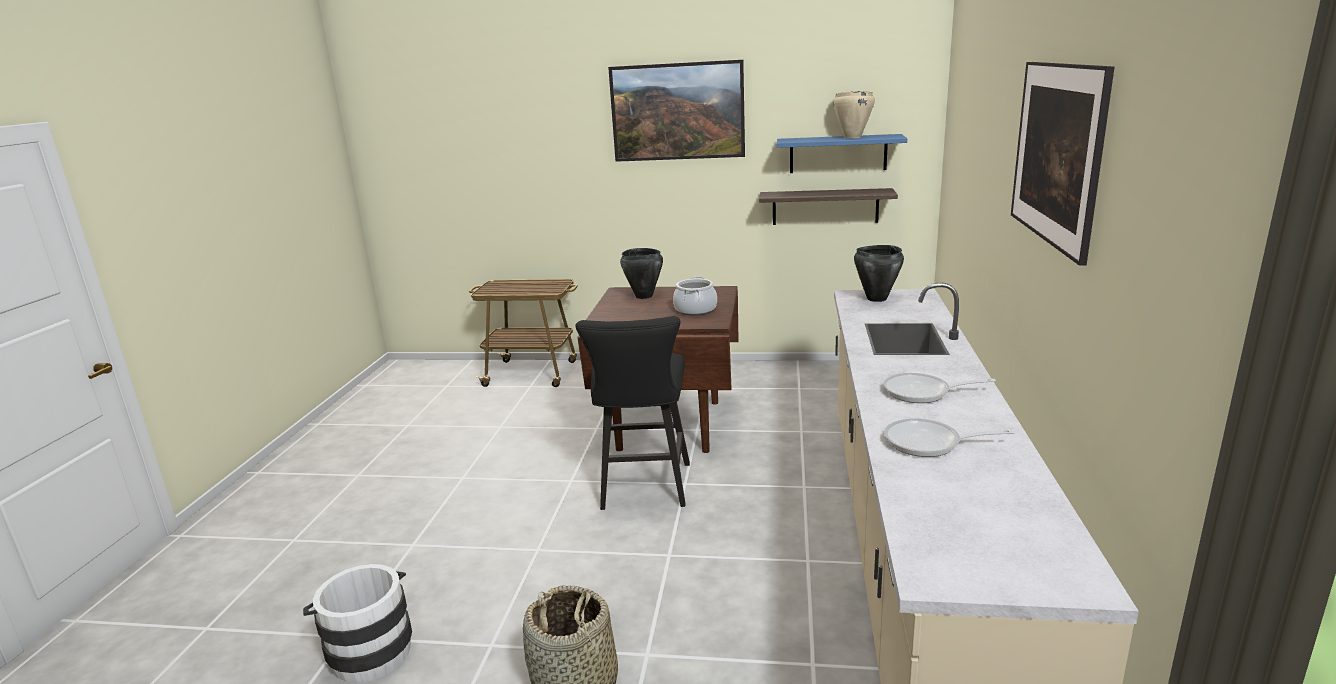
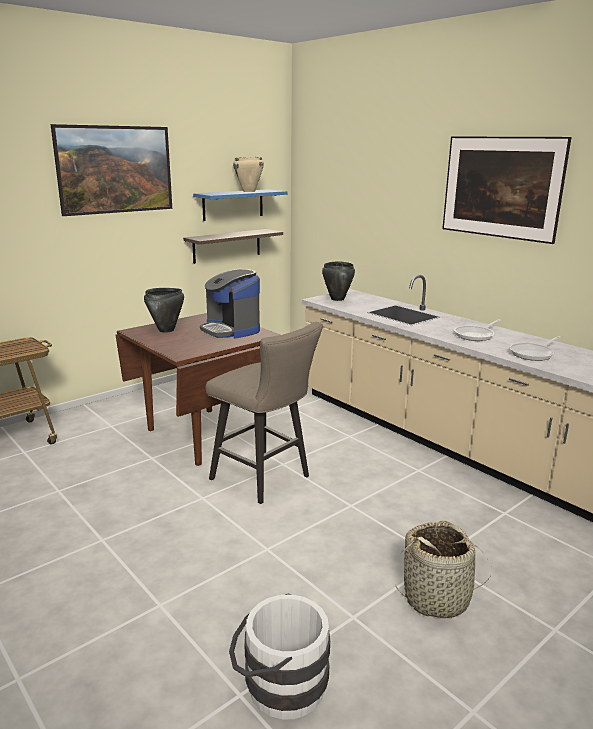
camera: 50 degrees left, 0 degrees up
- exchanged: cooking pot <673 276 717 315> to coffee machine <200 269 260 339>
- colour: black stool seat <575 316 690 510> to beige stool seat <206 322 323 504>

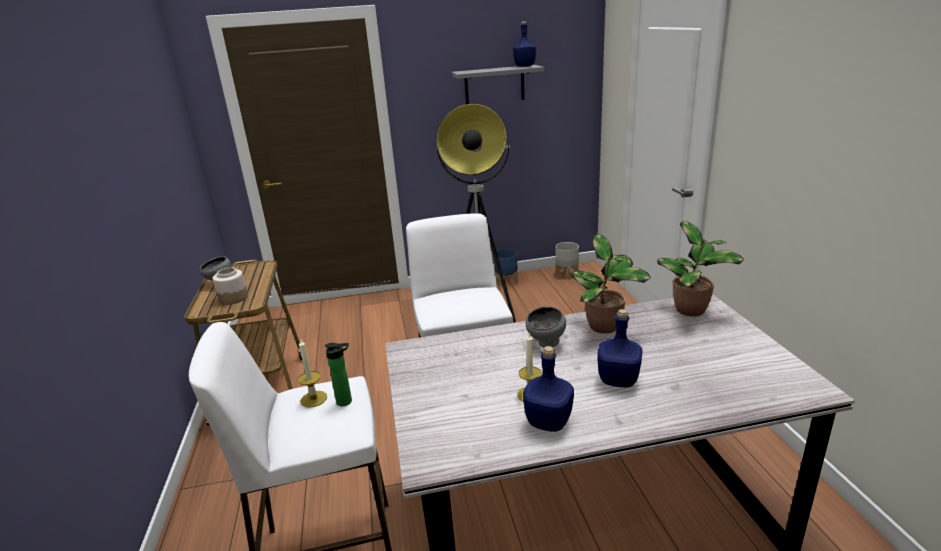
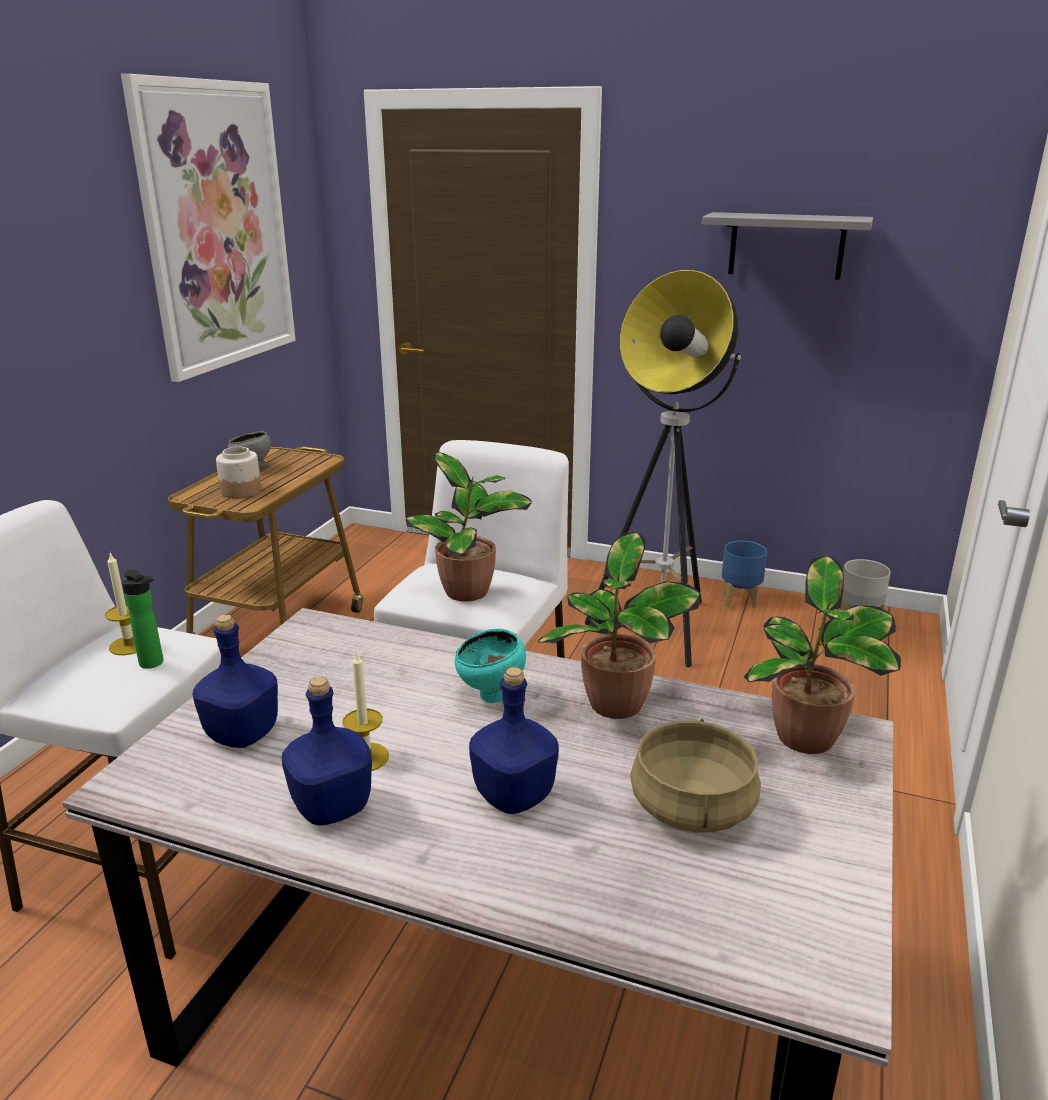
camera: 30 degrees right, 0 degrees up
- appeared: picture <121 74 296 382>
- relocated: blue bottle <513 21 536 67> to <192 615 278 748>
- appeared: plant in a pot <406 452 532 602>
- colour: greyish serving bowl <526 306 566 348> to turquoise-coloured serving bowl <455 629 526 703>
- appeared: beige cooking pot <630 719 761 832>

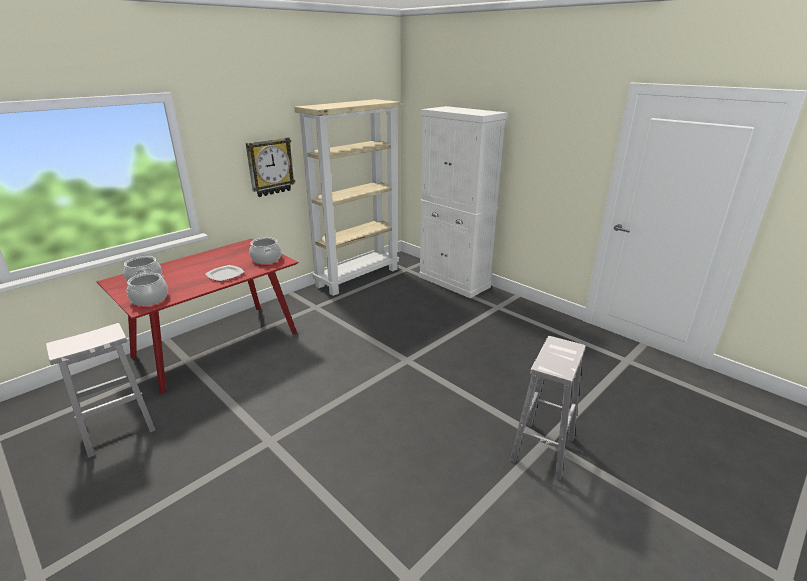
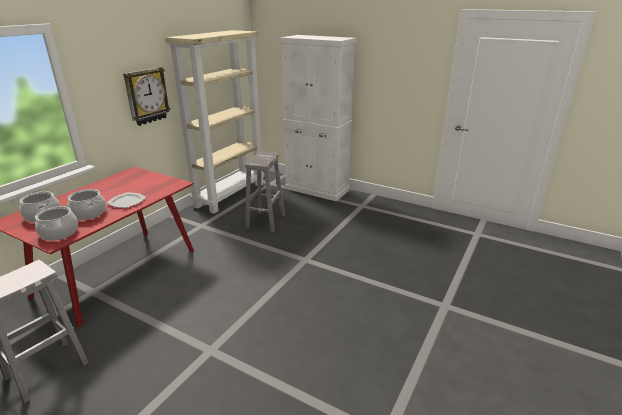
camera: 15 degrees left, 0 degrees up
- relocated: cooking pot <249 237 281 264> to <68 189 106 220>
- relocated: white stool seat <510 336 586 480> to <245 151 285 232>

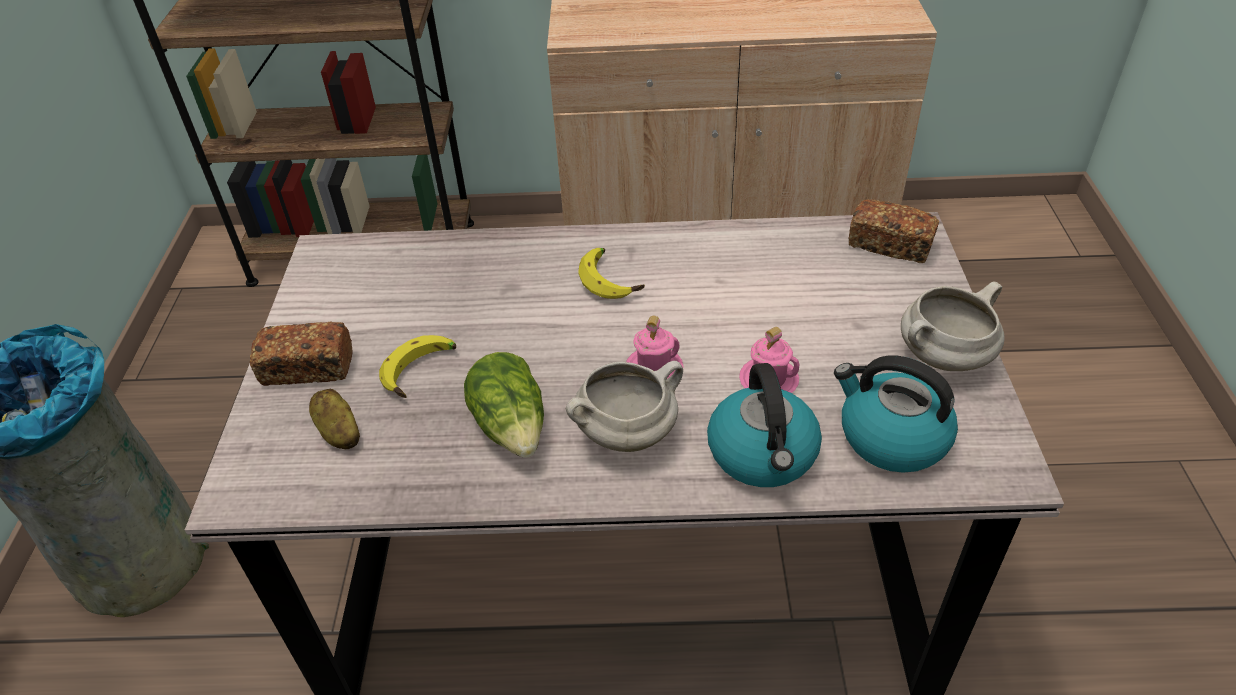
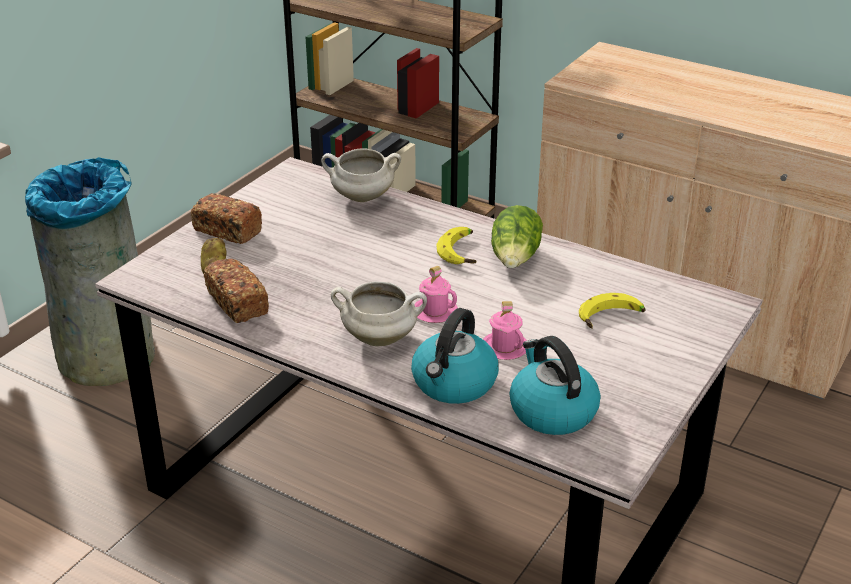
camera: 30 degrees right, 10 degrees down
- relocated: bread <848 199 939 263> to <204 259 269 323>
- relocated: white cooking pot <901 282 1005 371> to <321 148 401 202>
- relocated: head of lettuce <464 352 544 458> to <491 205 543 268>
- relocated: whole banana <379 335 456 398> to <579 293 645 329>

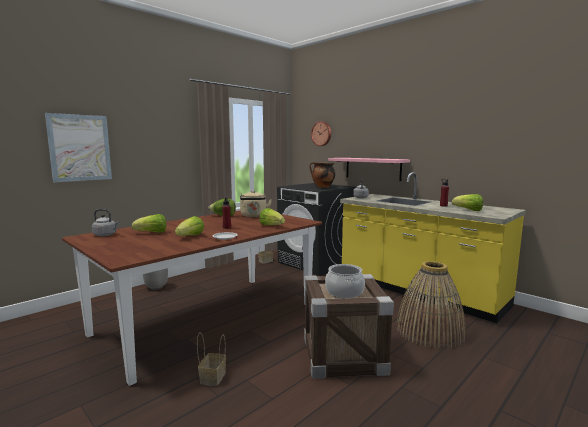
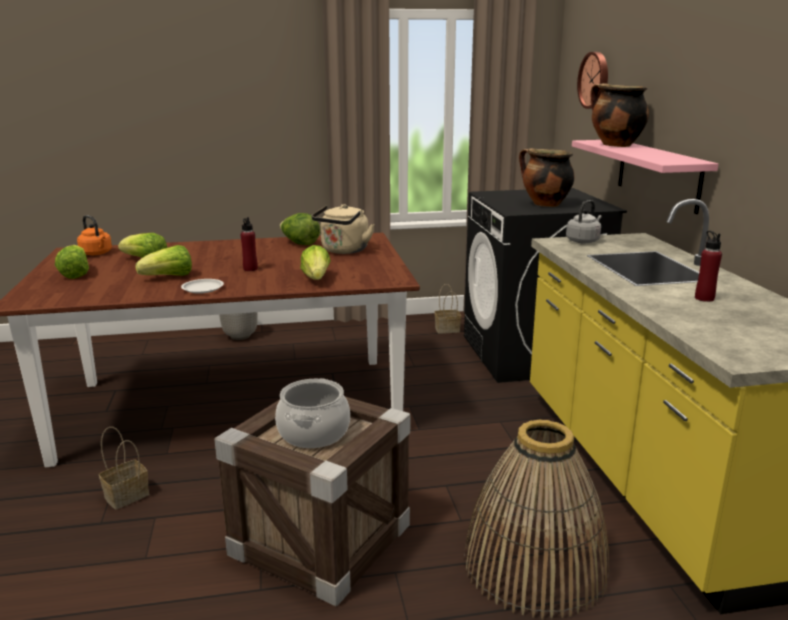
camera: 35 degrees right, 10 degrees up
- relocated: head of lettuce <452 194 483 211> to <55 245 89 279>
- colour: greyish tea kettle <92 209 120 236> to orange tea kettle <77 215 112 255>
- appeared: cooking pot <590 83 649 147>
- missing: picture <45 113 112 182>

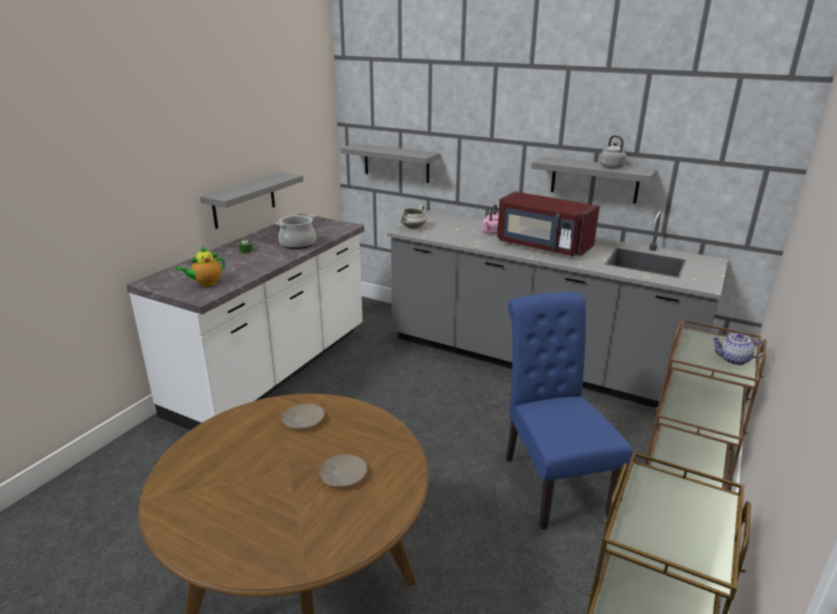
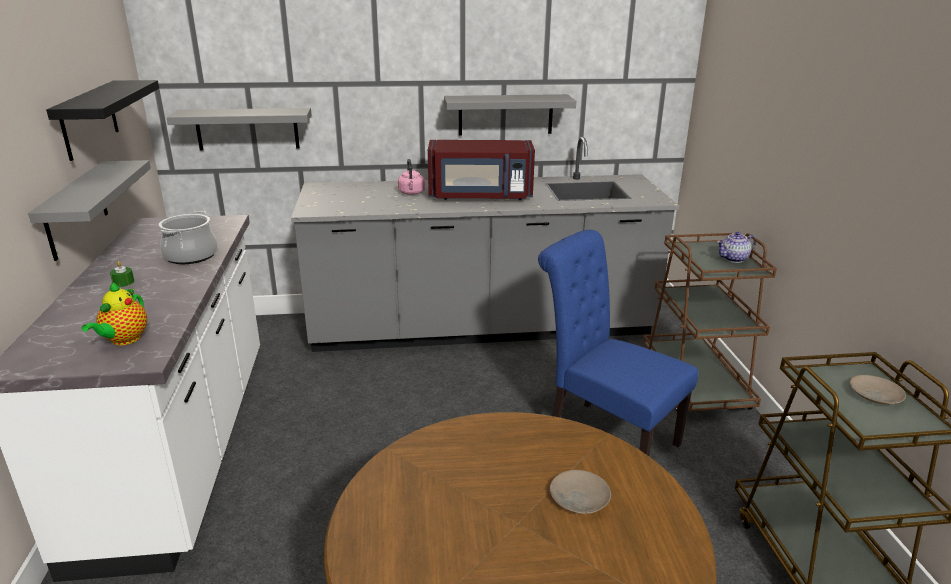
camera: 35 degrees left, 0 degrees up
- appeared: black bracket shelf <46 80 159 161>
- relocated: beige flat dish <282 403 324 429> to <850 375 906 404>
- missing: white cooking pot <399 205 427 229>
- missing: greyish tea kettle <600 135 626 168>

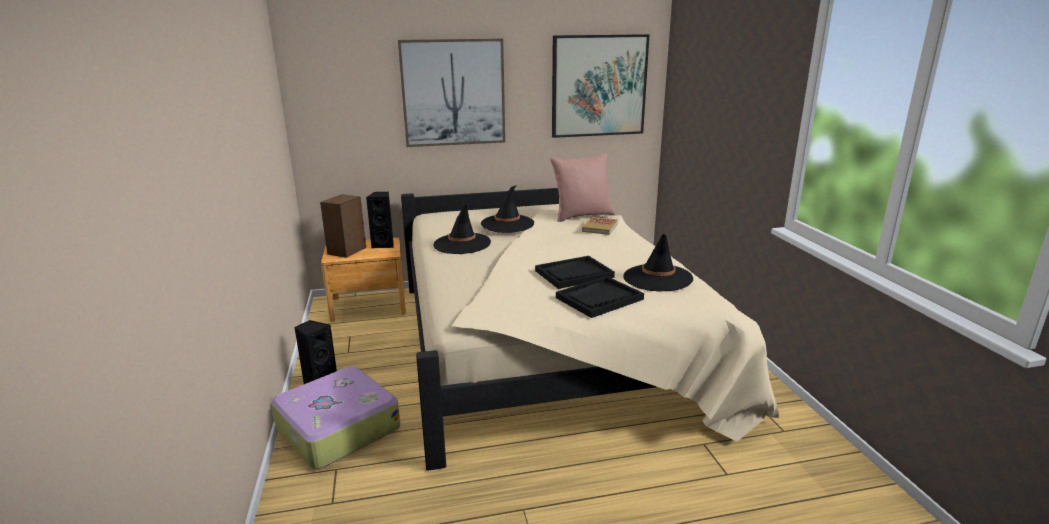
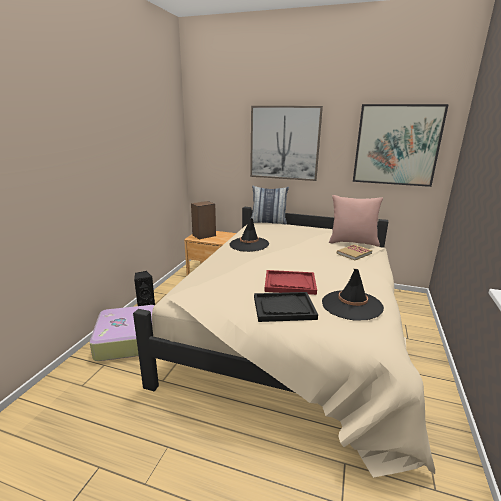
camera: 30 degrees right, 0 degrees up
- appeared: cushion <251 186 289 225>
- colour: black serving tray <535 256 615 289> to red-coloured serving tray <264 270 317 295>
- missing: black loudspeaker <366 192 394 248>
- missing: black hat <481 185 534 233>

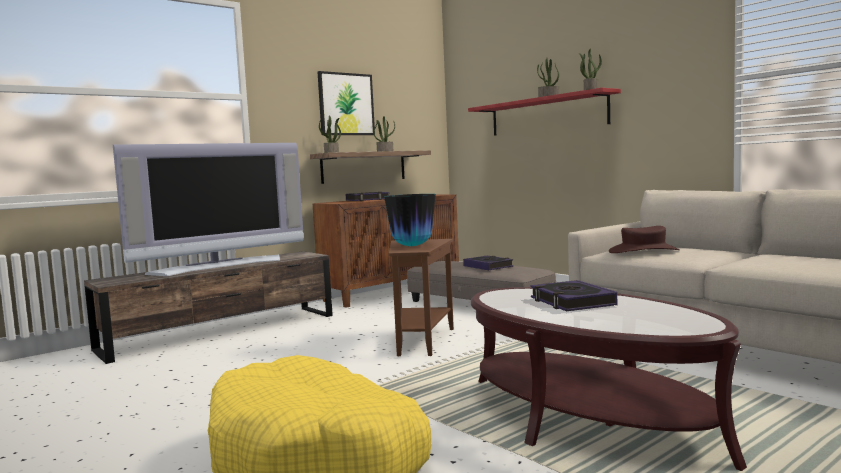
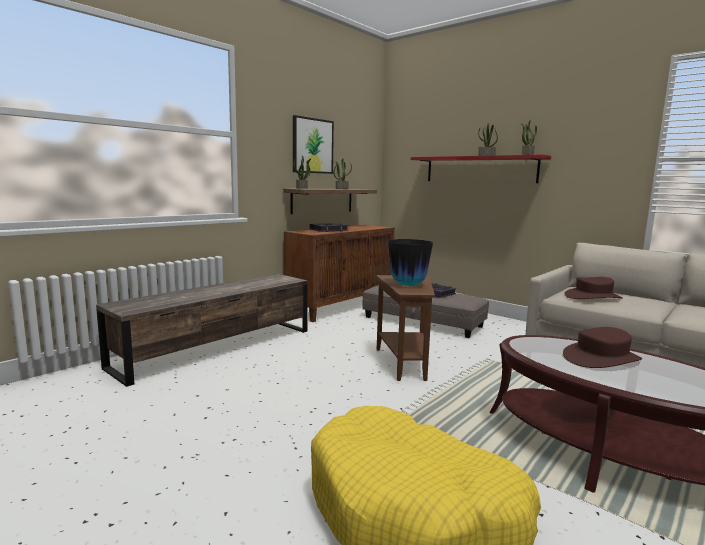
camera: 10 degrees left, 5 degrees up
- exchanged: book <530 280 617 311> to brown-coloured hat <563 327 642 368>
- missing: television <113 143 304 276>

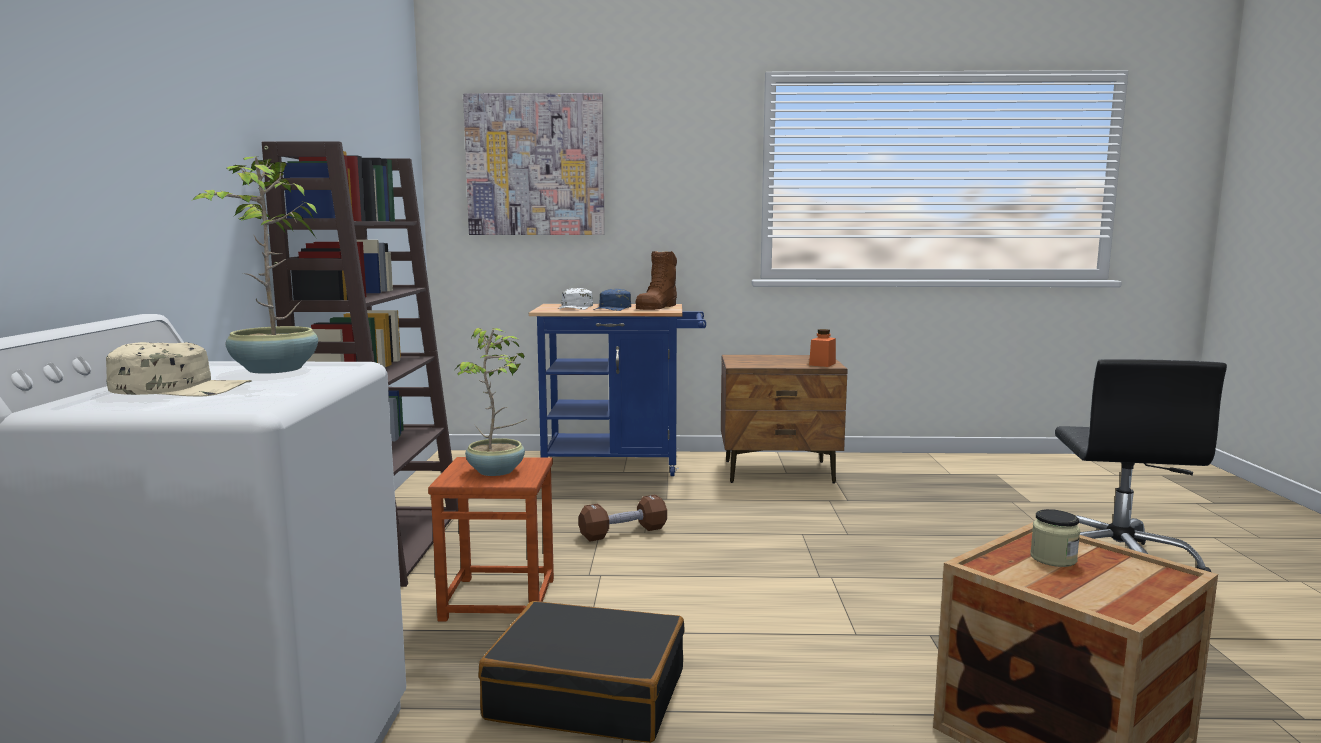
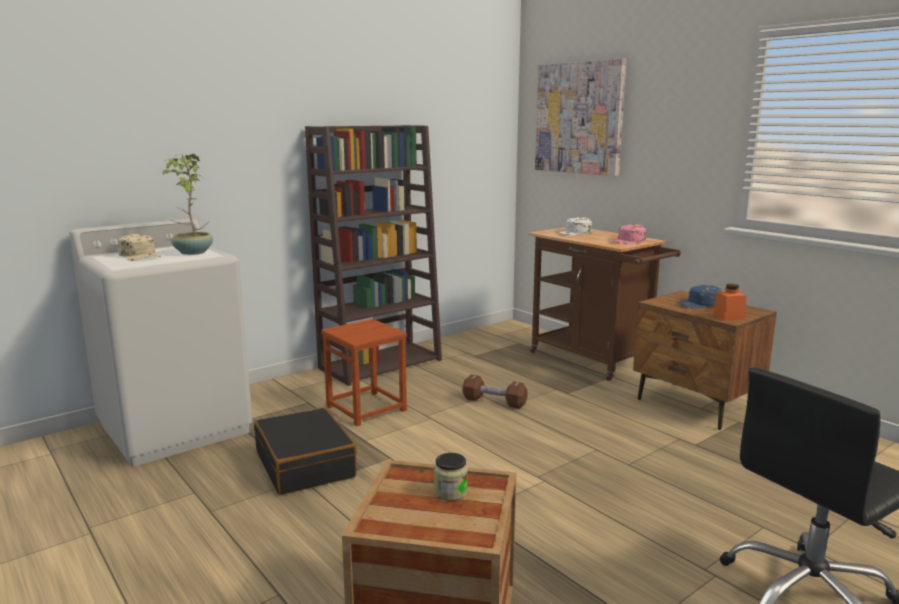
camera: 50 degrees right, 5 degrees up
- colour: blue cart <529 304 706 476> to brown-coloured cart <529 227 681 381>
- exchanged: brown-coloured boot <635 251 677 310> to pink cap <612 224 646 245>
- relocated: blue cap <593 289 631 311> to <675 285 722 309>
- missing: plant in a pot <456 328 527 476>

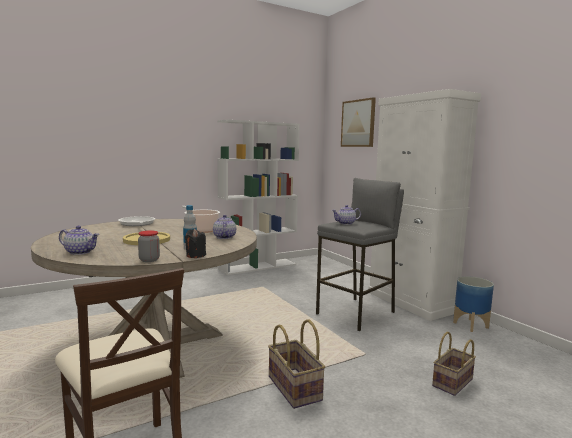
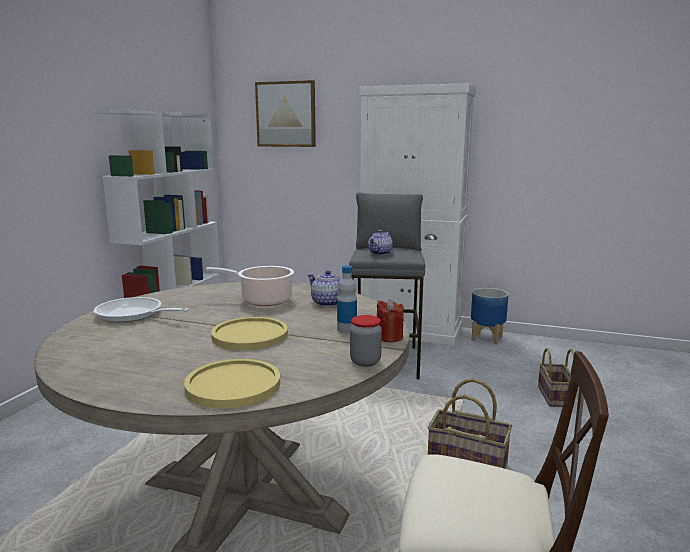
camera: 40 degrees left, 5 degrees up
- exchanged: tea pot <59 226 99 255> to yellowish flat dish <184 359 280 408>
- colour: black wax candle <185 229 206 258> to red-coloured wax candle <377 299 404 342>

